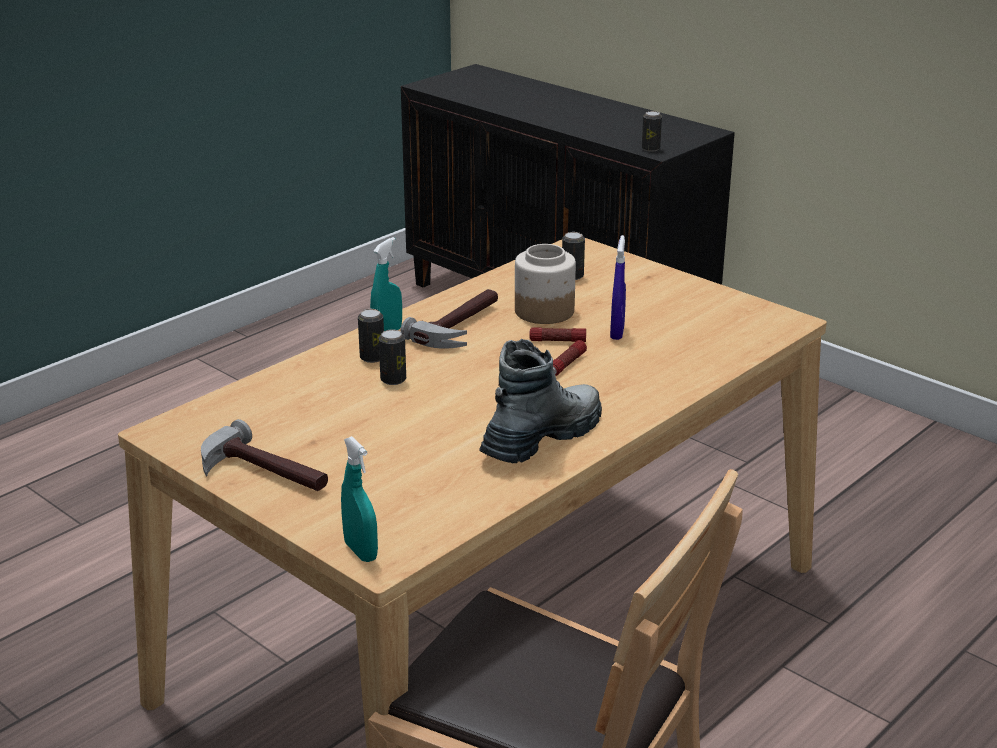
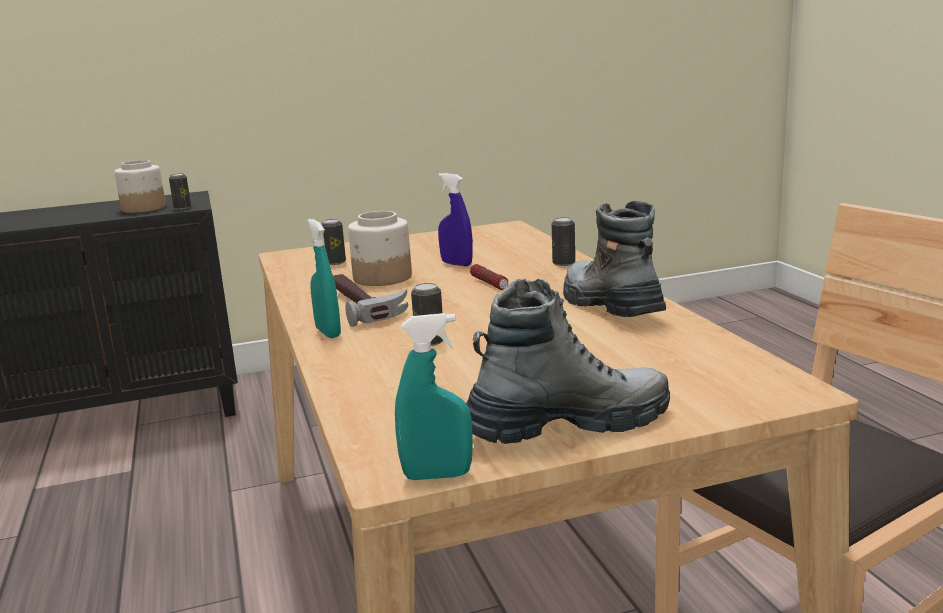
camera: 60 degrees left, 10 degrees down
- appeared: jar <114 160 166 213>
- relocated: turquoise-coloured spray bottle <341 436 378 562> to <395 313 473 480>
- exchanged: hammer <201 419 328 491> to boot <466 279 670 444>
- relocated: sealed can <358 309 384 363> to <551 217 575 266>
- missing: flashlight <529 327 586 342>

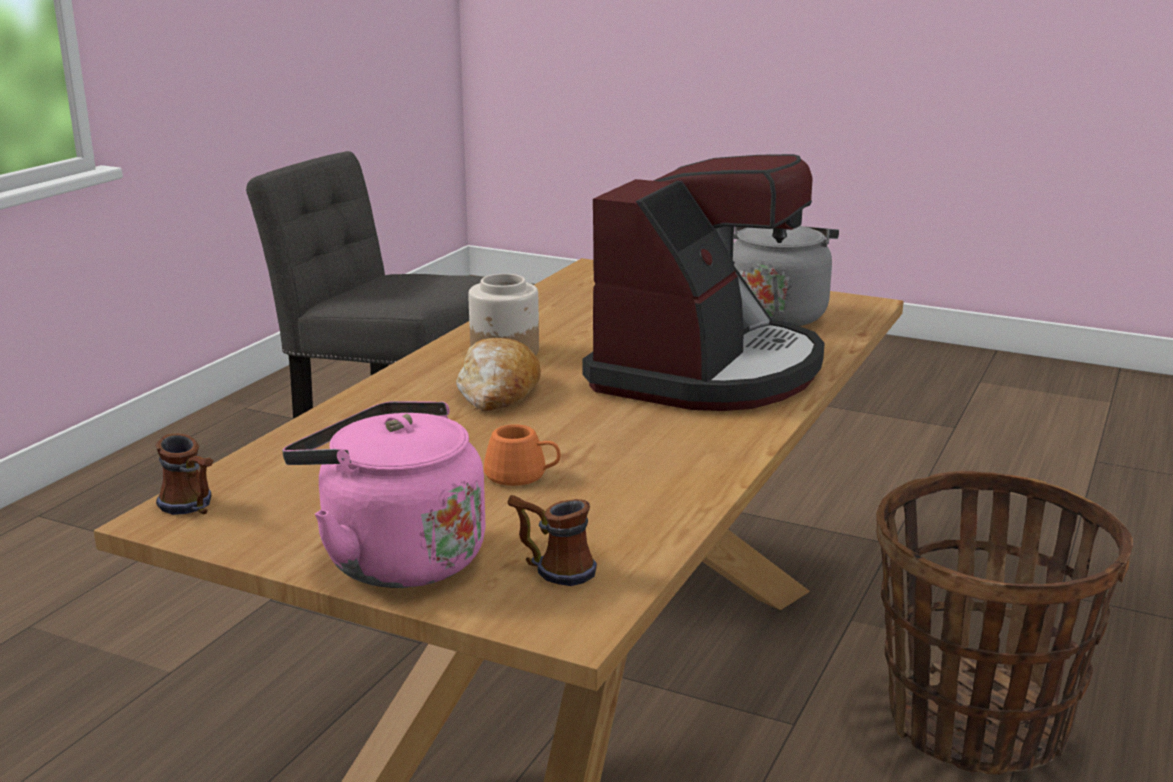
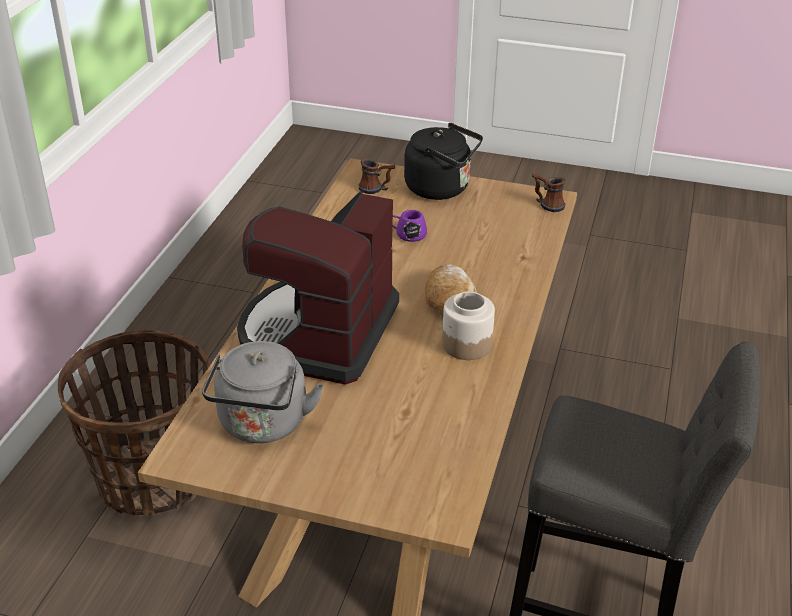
camera: 170 degrees right, 15 degrees up
- colour: orange mug <484 424 561 486> to purplish mug <392 210 427 242>
- colour: pink tea kettle <282 401 486 588> to black tea kettle <404 123 483 200>

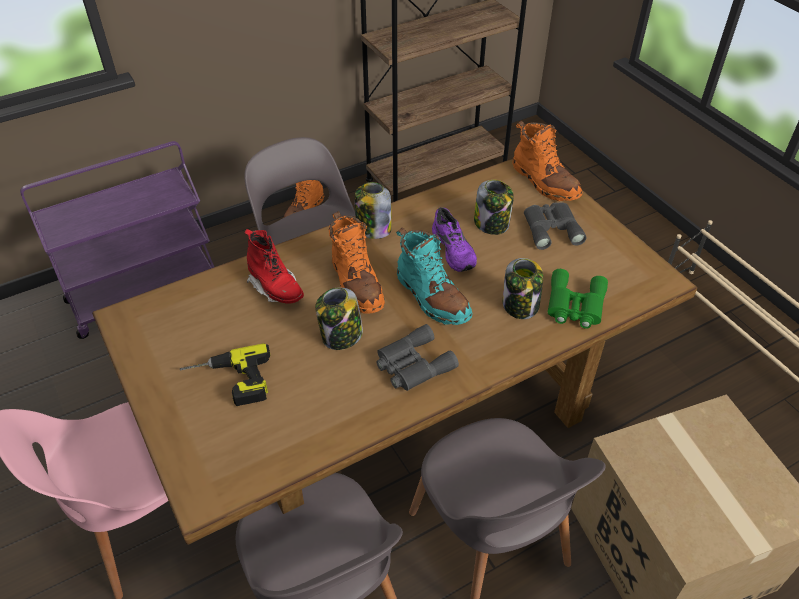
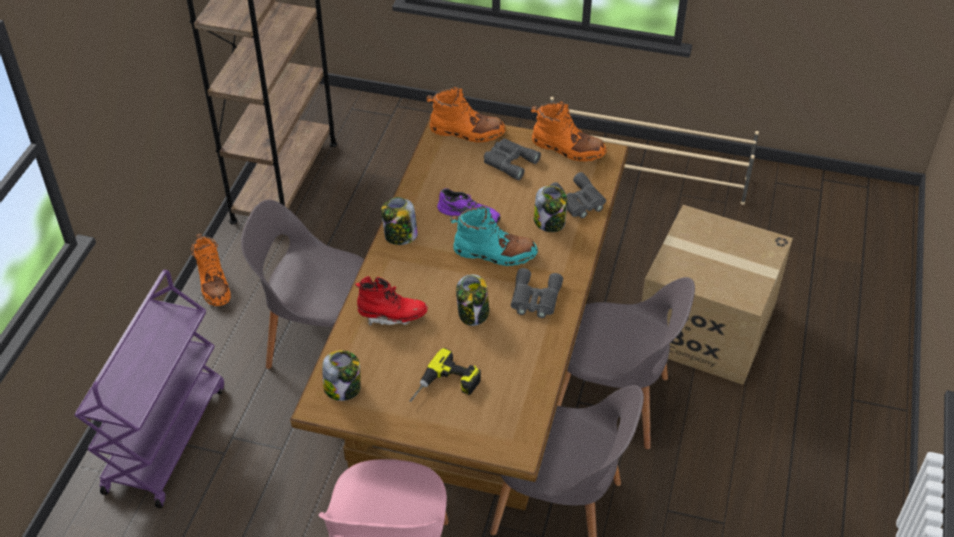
camera: 45 degrees left, 0 degrees up
- relocated: jar <474 180 514 235> to <322 350 361 401>
- relocated: orange boot <328 211 385 314> to <531 101 607 162>
- colour: green pair of binoculars <548 269 608 329> to greyish pair of binoculars <550 172 606 218>

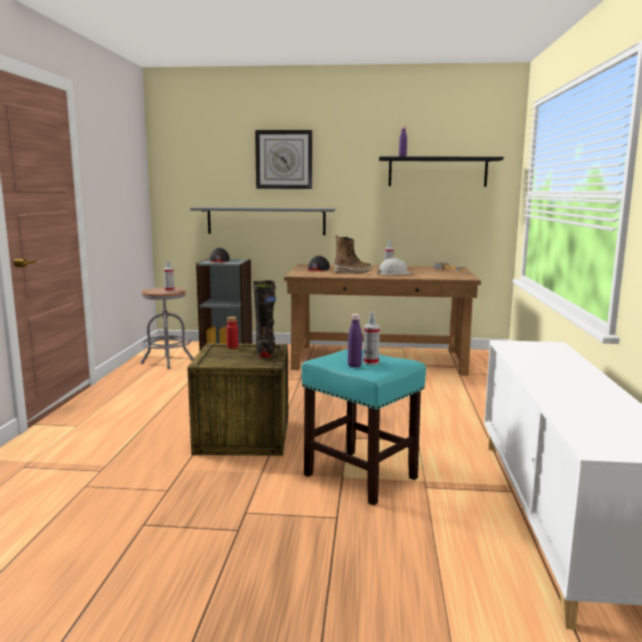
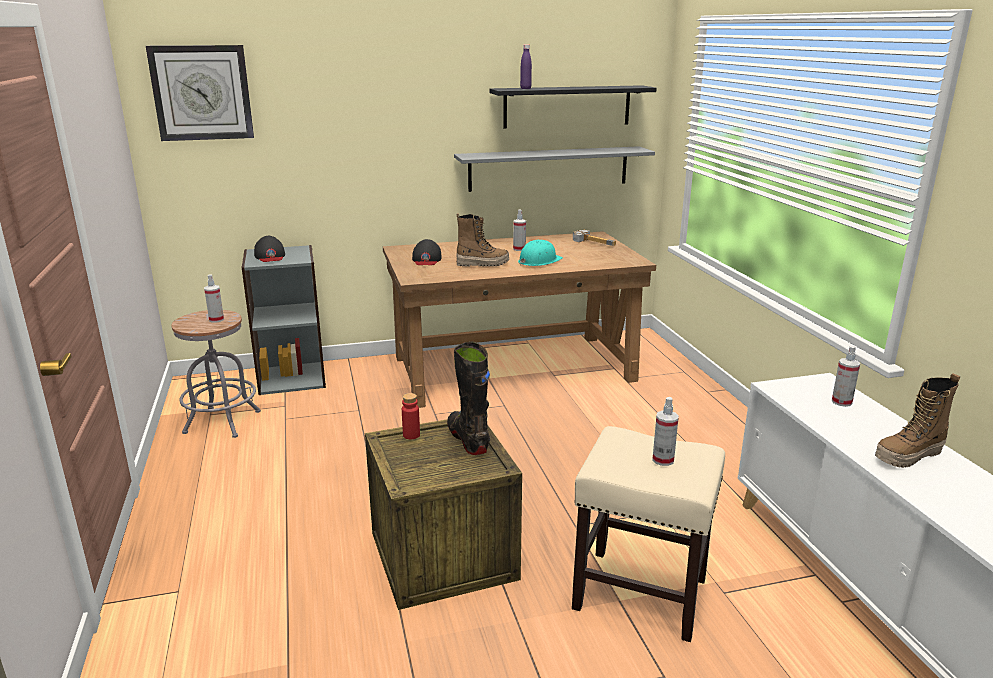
camera: 20 degrees left, 10 degrees up
- relocated: wall clock <255 130 312 189> to <146 45 254 141>
- relocated: greyish bracket shelf <190 207 336 235> to <454 146 655 192>
- colour: white hard hat <377 258 413 275> to turquoise-coloured hard hat <518 240 563 266>
- colour: turquoise-coloured stool seat <301 349 426 506> to beige stool seat <572 426 725 642>
- appeared: spray bottle <832 345 860 407>
- appeared: boot <875 374 960 468>
- missing: purplish bottle <348 314 362 368>

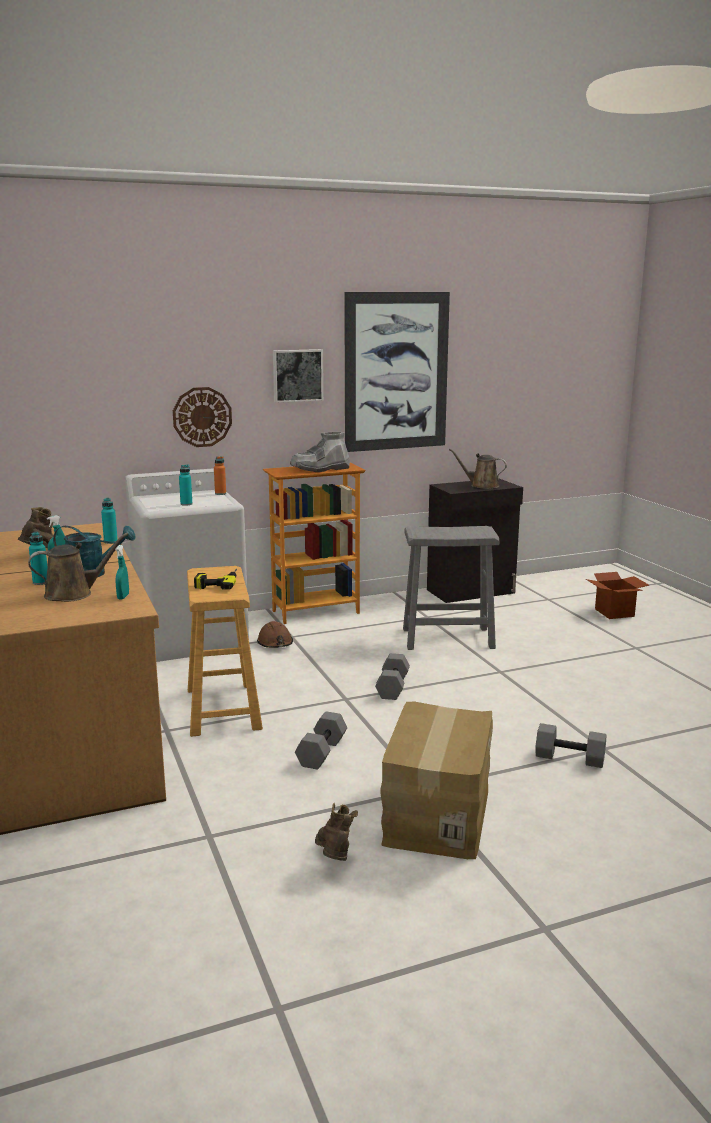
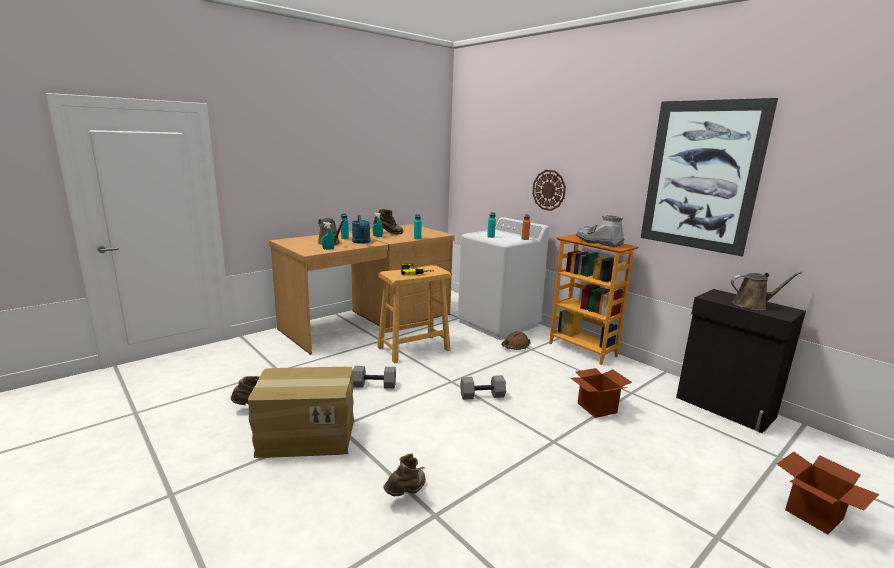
camera: 70 degrees right, 0 degrees up
- exchanged: greyish hand weight <535 723 607 768> to brown-coloured boot <383 453 426 496>
- exchanged: greyish stool seat <403 526 499 650> to cardboard box <571 368 632 418>
- spun: brown-coloured watering can <449 449 507 489> = <731 272 802 310> 90 degrees clockwise
- missing: picture <273 349 323 403>

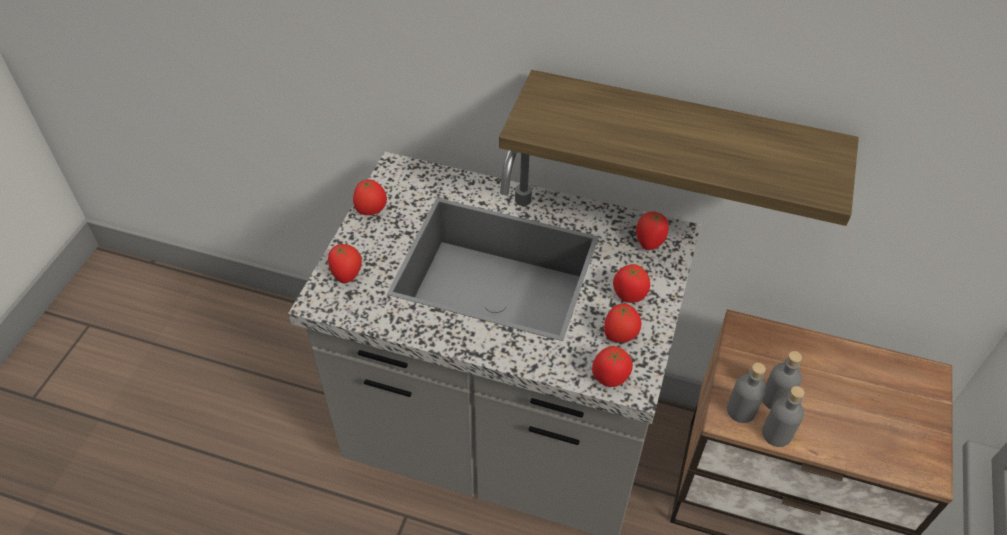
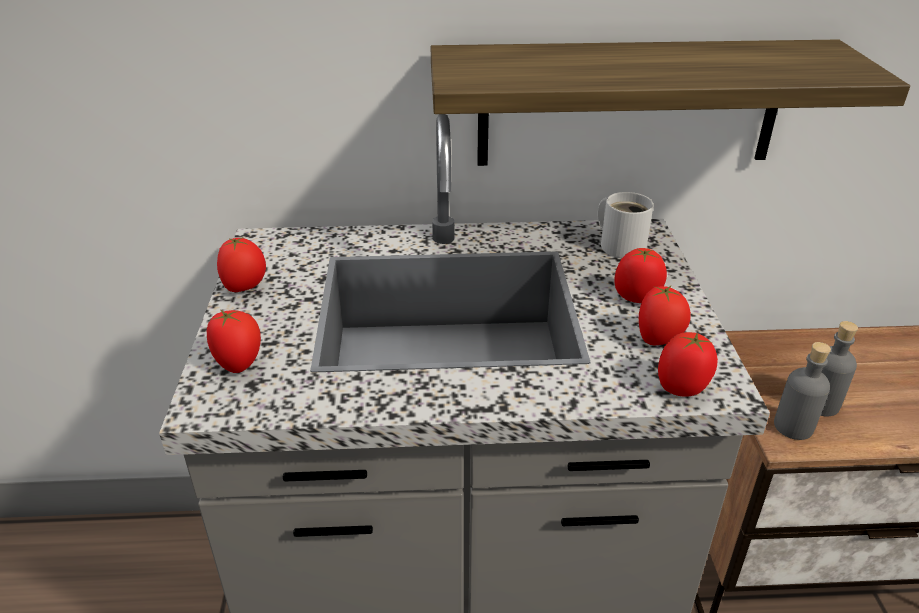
camera: 20 degrees left, 15 degrees down
- exchanged: whole tomato <636 211 669 250> to white mug <598 192 653 258>
- missing: greyish bottle <762 386 805 447>

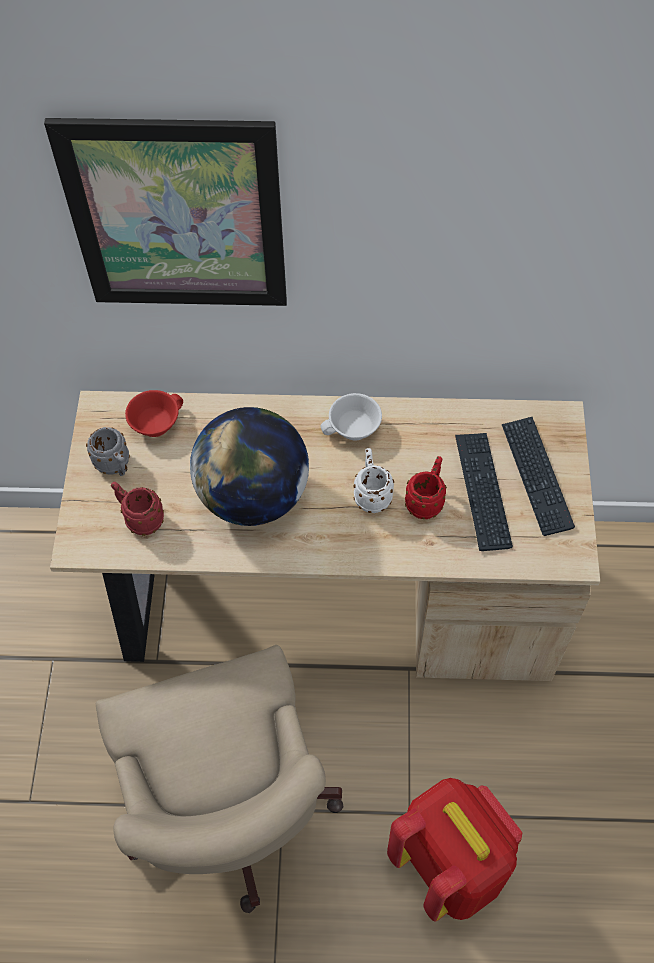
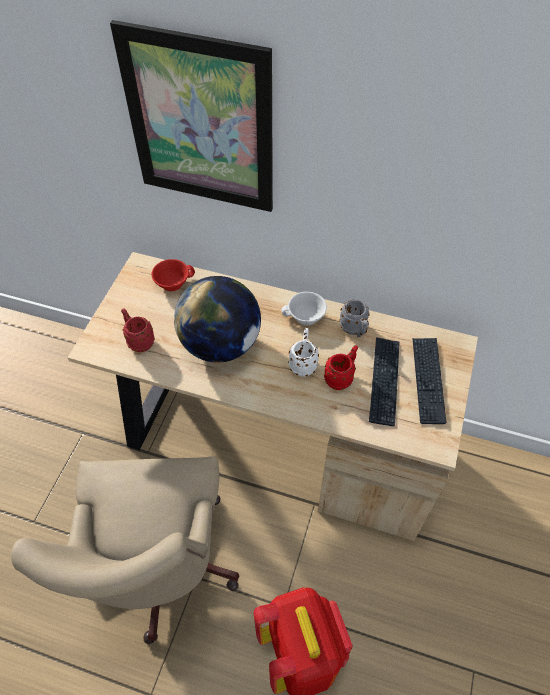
camera: 15 degrees right, 5 degrees down
- relocated: greyish mug <86 427 130 476> to <340 300 370 338>

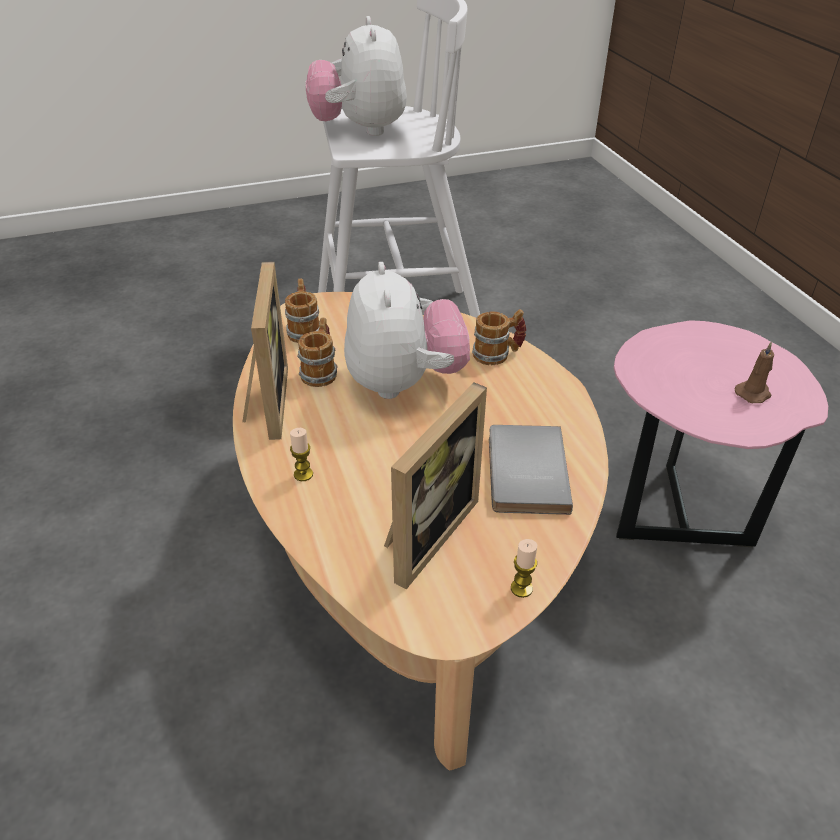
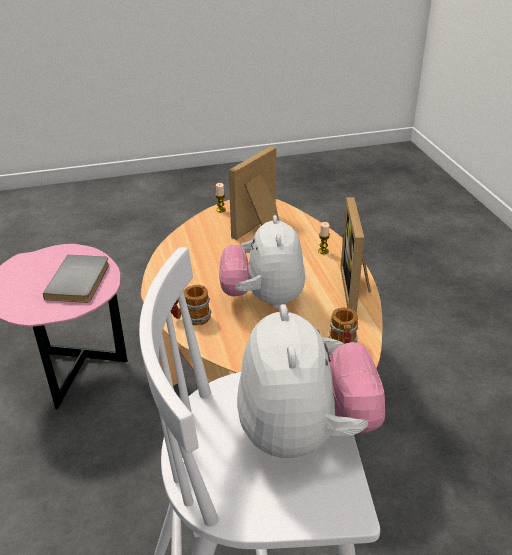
camera: 175 degrees left, 5 degrees down
- relocated: greyish book <489 425 573 515> to <43 255 109 303>
- missing: mug <297 317 338 387>
- missing: brown-coloured wax candle <735 342 774 403>

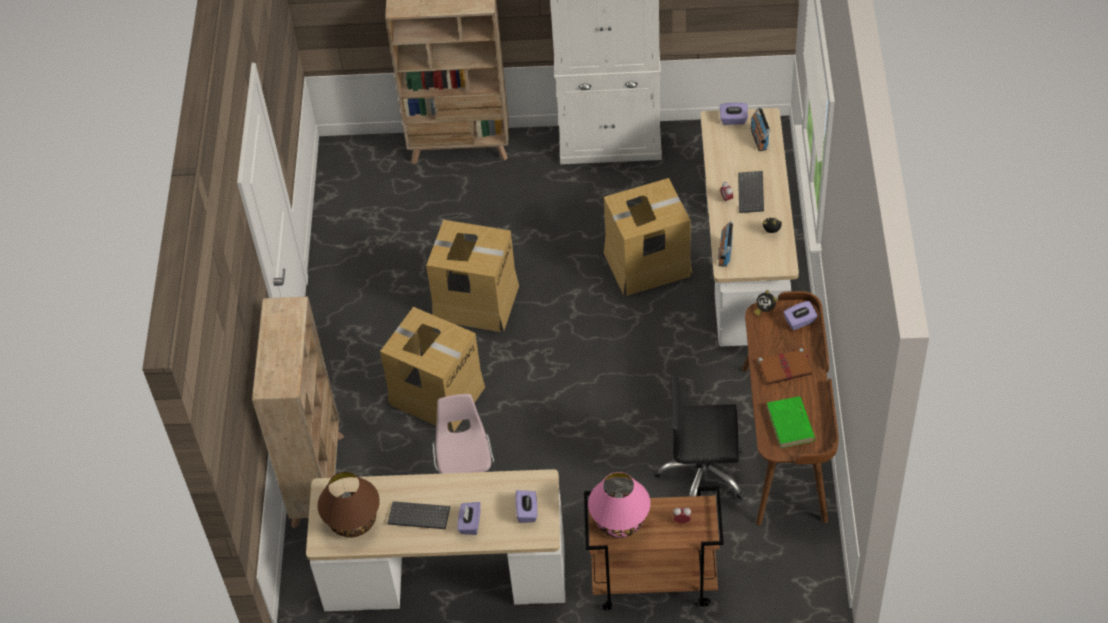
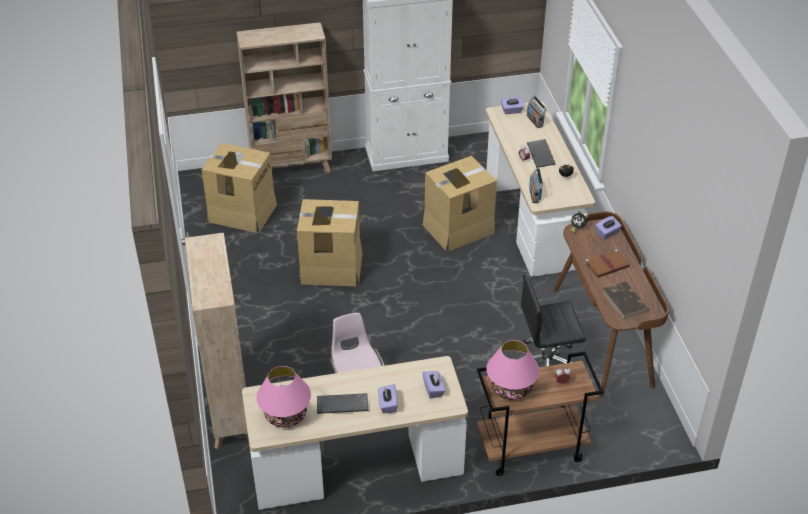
camera: 15 degrees left, 10 degrees down
- relocated: cardboard box <380 307 485 432> to <202 143 277 233>
- colour: brown-coloured table lamp <318 472 380 538> to pink table lamp <256 366 311 427>
- colour: green book <767 396 815 448> to brown-coloured book <603 281 649 320>

